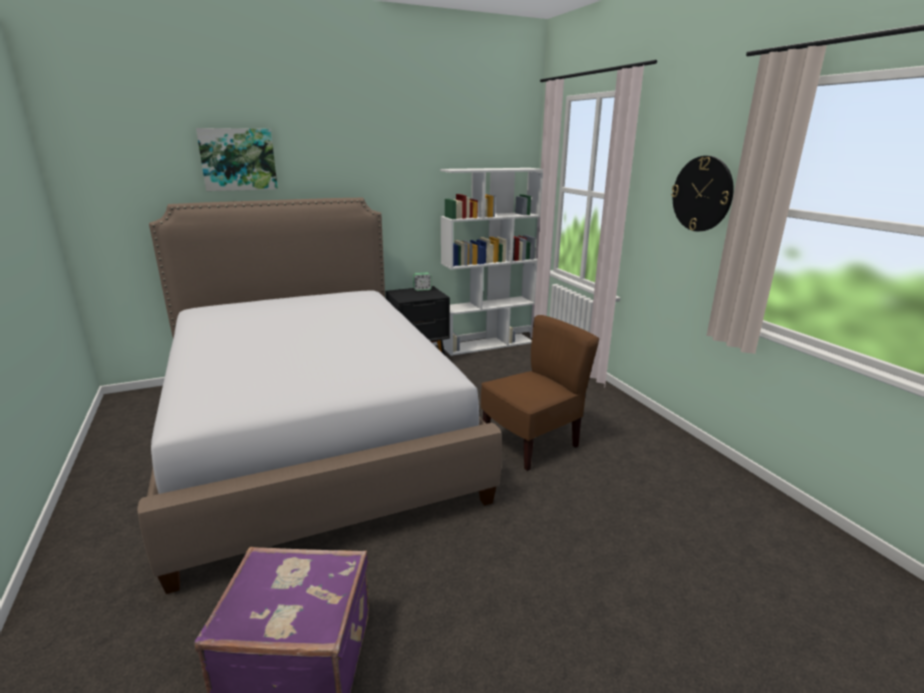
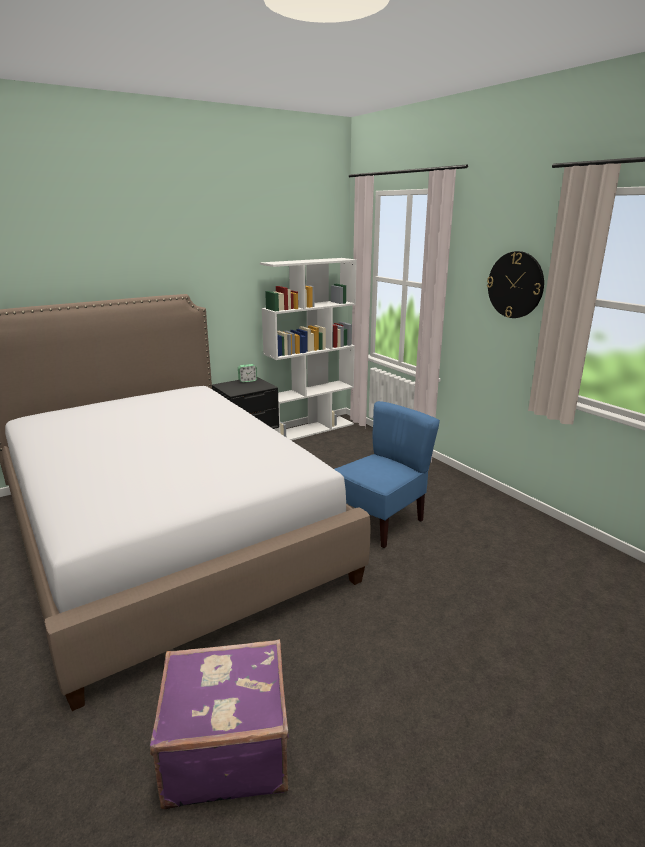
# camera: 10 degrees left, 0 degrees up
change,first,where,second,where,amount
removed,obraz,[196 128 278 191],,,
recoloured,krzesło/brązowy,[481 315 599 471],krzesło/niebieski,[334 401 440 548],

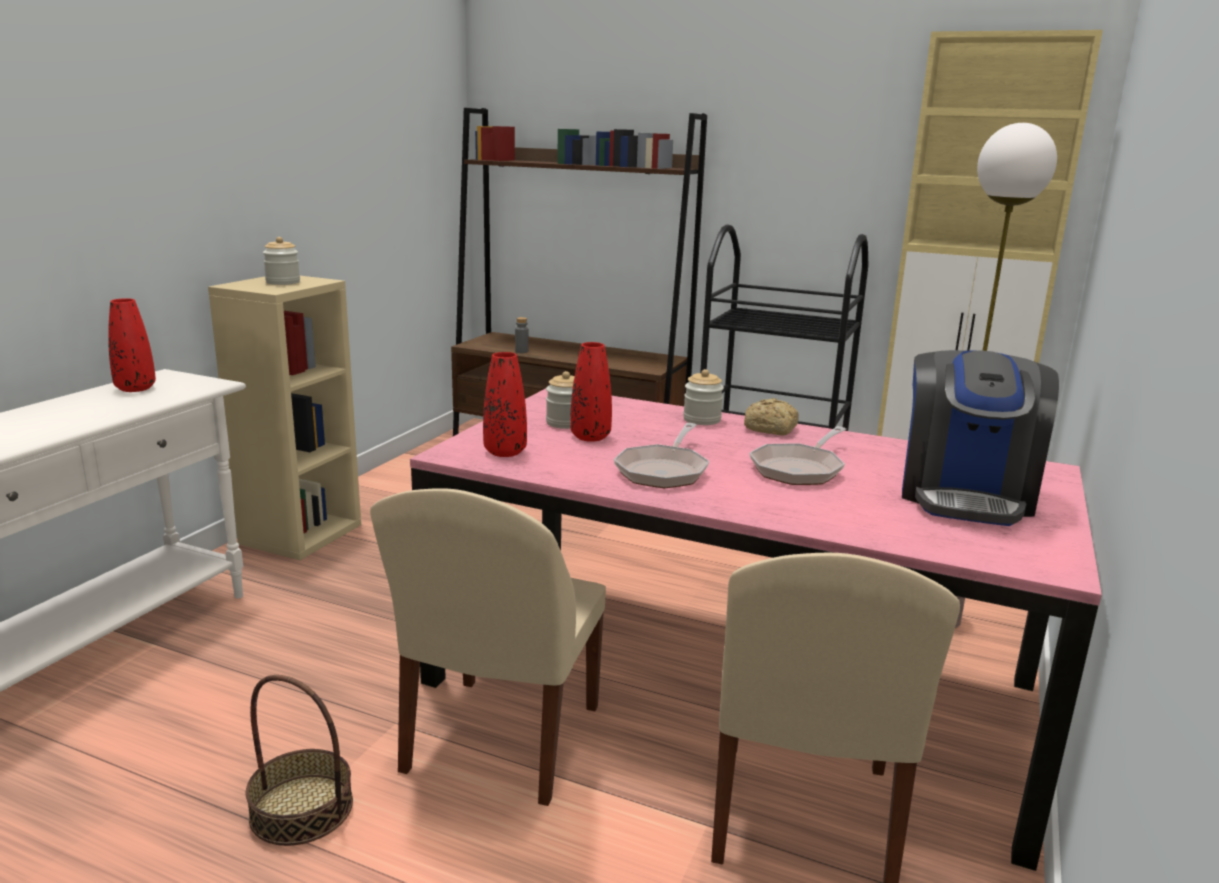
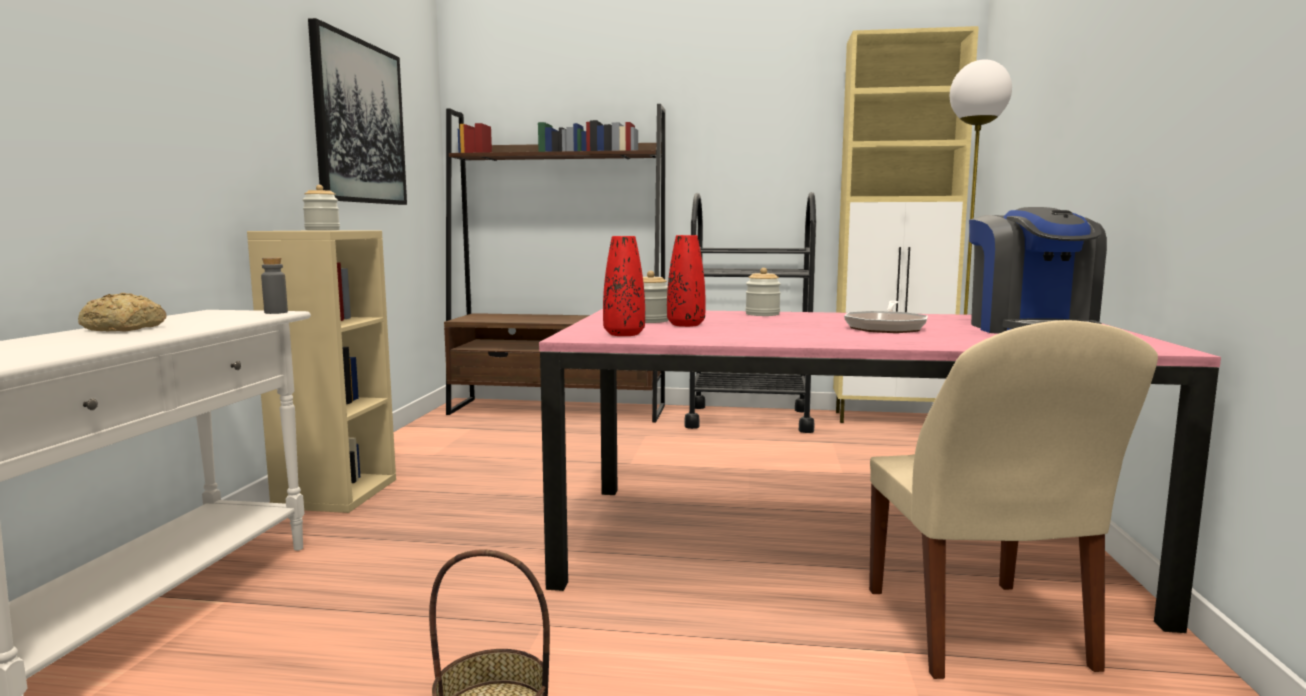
# camera: 15 degrees left, 10 degrees down
change,first,where,second,where,amount
removed,wazon/czerwony,[108 298 156 392],,,
removed,krzesło/beżowy,[370 488 606 806],,,
removed,patelnia,[614 423 709 489],,,
added,,,obraz,[308 18 407 205],
moved,butelka/szary,[515 317 528 353],,[261 257 288 314],
moved,chleb,[744 398 799 436],,[78 293 166 332],

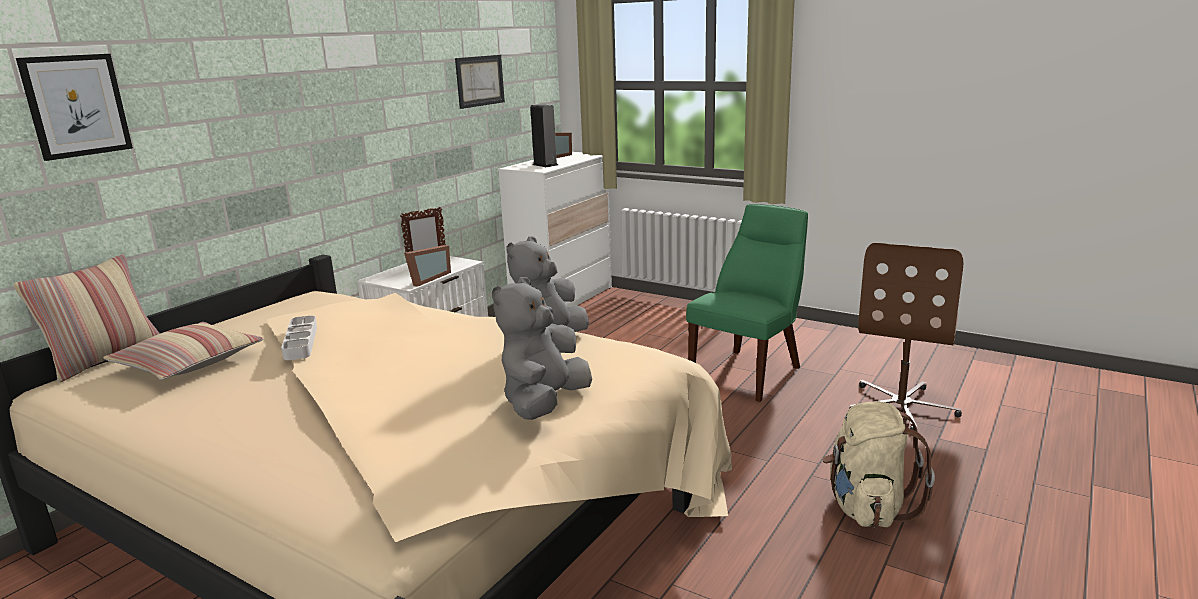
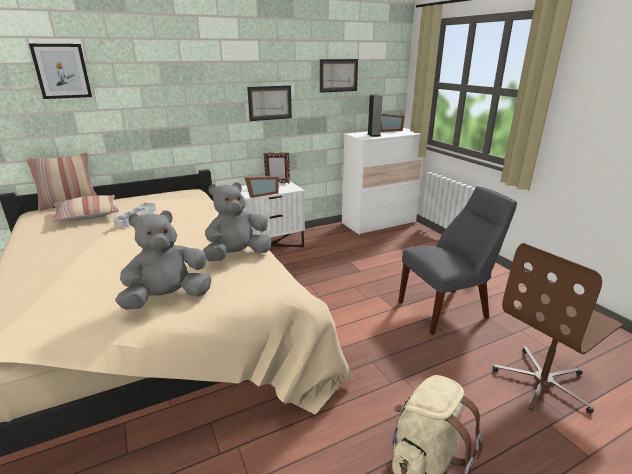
# camera: 30 degrees right, 5 degrees up
change,first,where,second,where,amount
added,,,obraz,[247 85 292 121],
recoloured,krzesło/zielony,[686 204 808 402],krzesło/szary,[398 187 517 335],

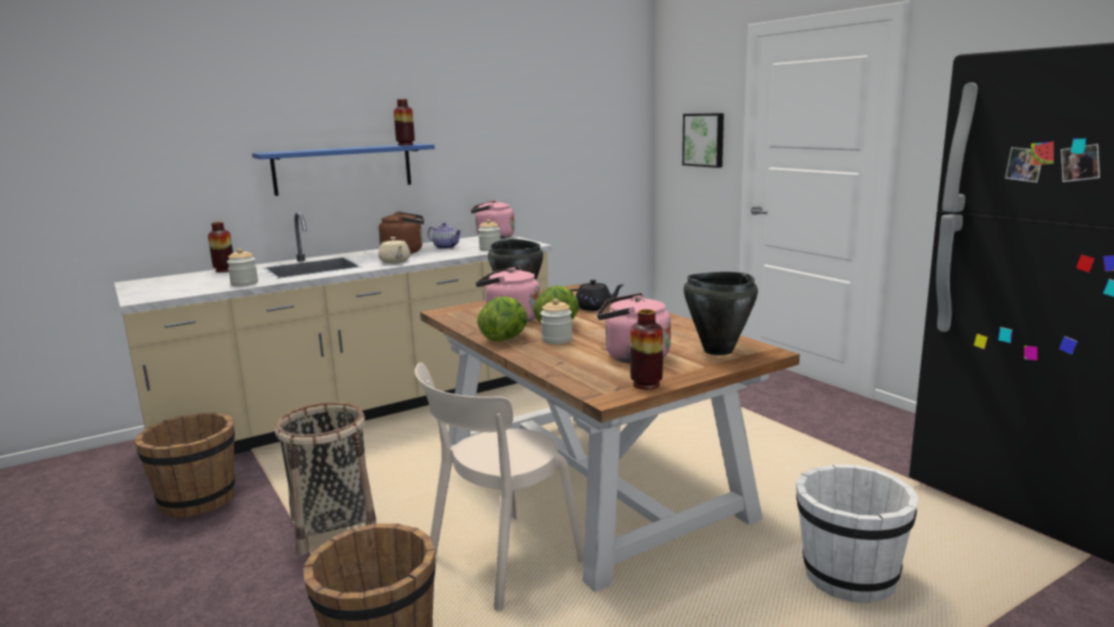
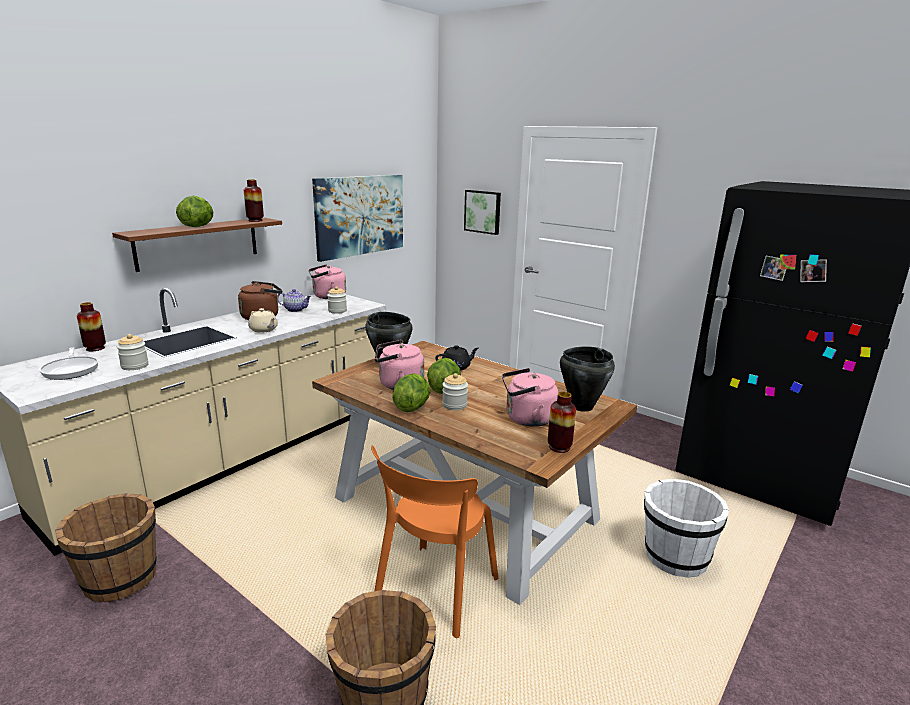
# camera: 20 degrees left, 5 degrees up
change,first,where,second,where,amount
removed,koszyk,[275 402 377 555],,,
added,,,patelnia,[39 347 98 380],
added,,,sałata,[176 196 213 227],
added,,,obraz,[312 175 403 262],
recoloured,półka/niebieski,[252 144 435 196],półka/brązowy,[112 218 282 272],
recoloured,krzesło/beżowy,[415 362 584 611],krzesło/pomarańczowy,[371 445 498 638],

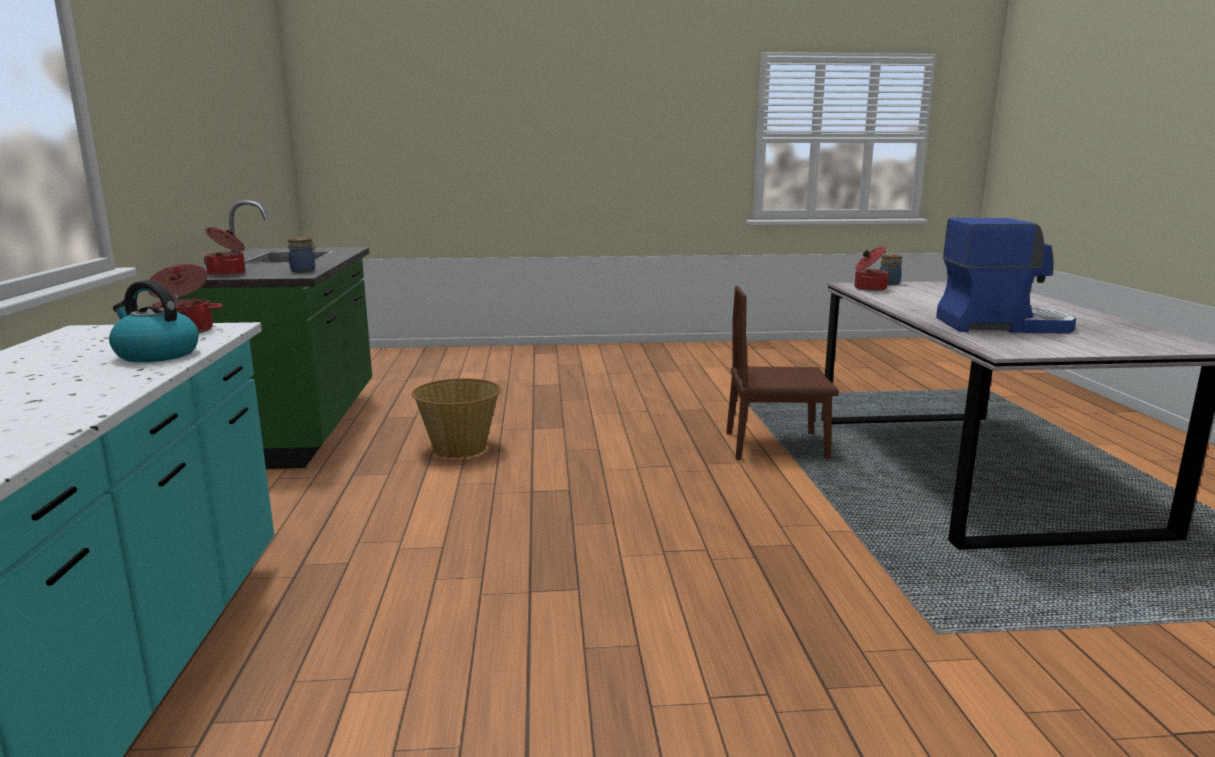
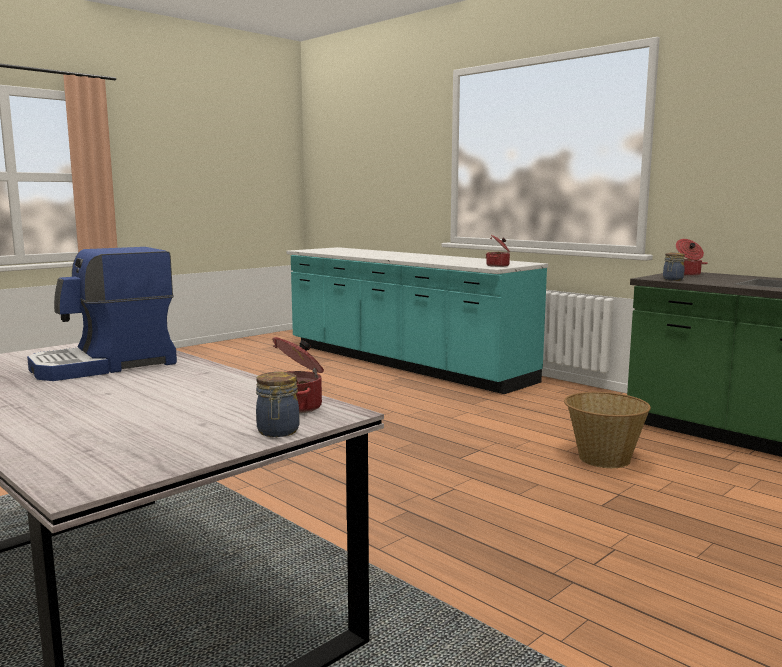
# camera: 140 degrees right, 5 degrees down
change,first,where,second,where,amount
removed,czajnik,[109 280 199 362],,,
removed,krzesło/brązowy,[726 286 839 460],,,

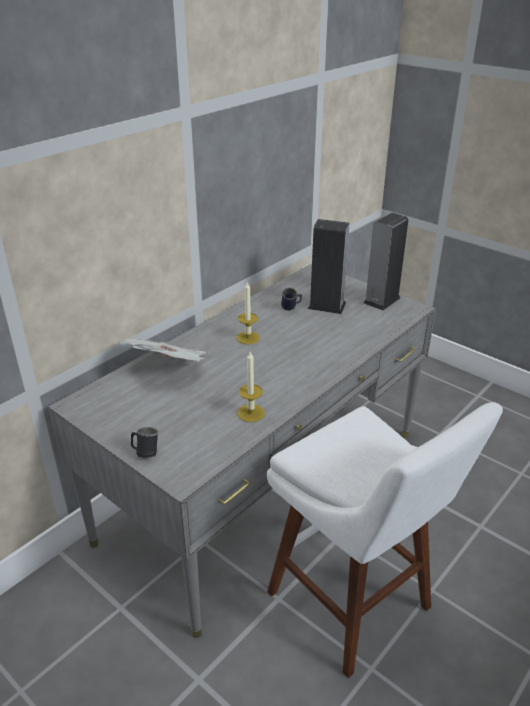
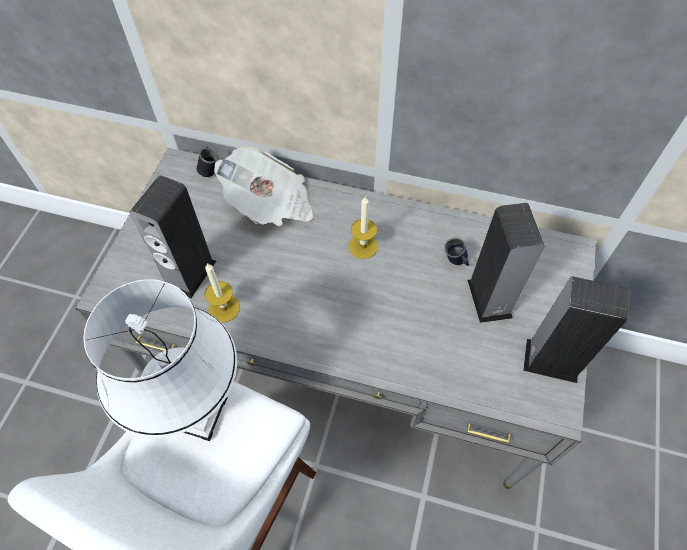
# camera: 65 degrees right, 25 degrees up
change,first,where,second,where,amount
added,,,lampa stołowa/biały,[83 279 237 441],
added,,,głośnik,[130 175 216 298],
moved,kubek/czarny,[131 427 158 458],,[197 147 219 177],

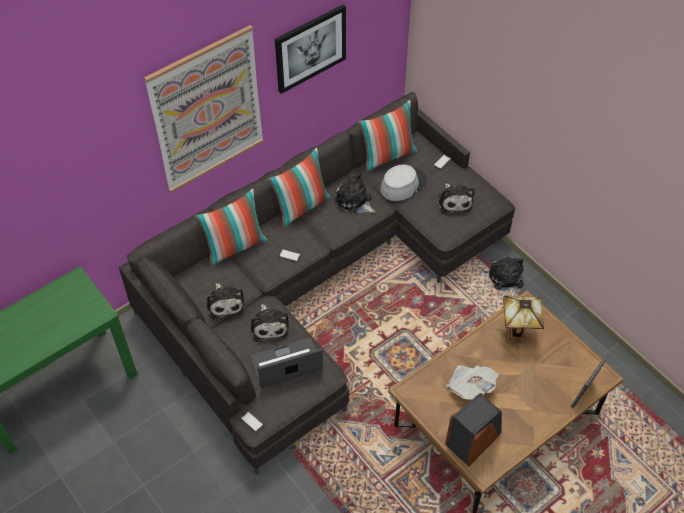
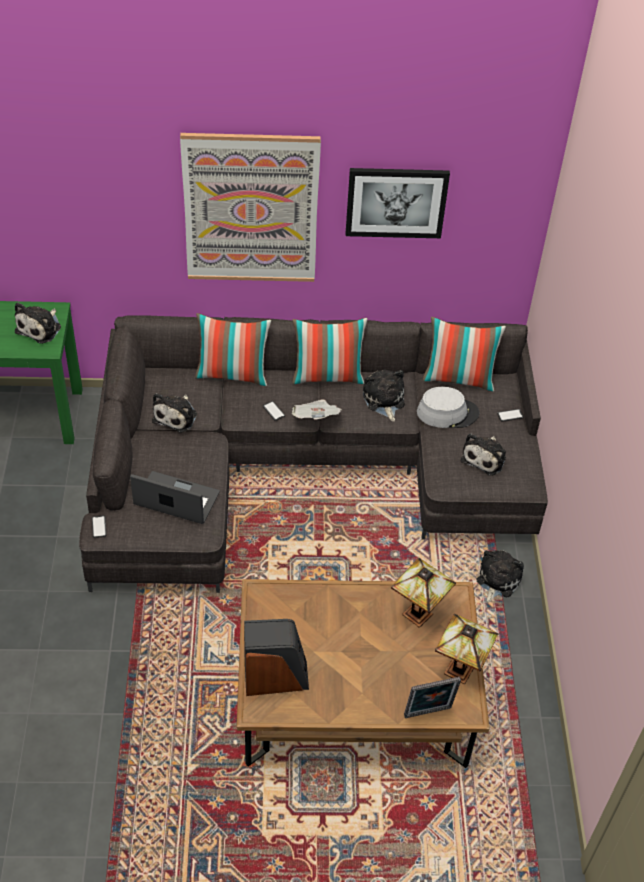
# camera: 35 degrees right, 5 degrees down
change,first,where,second,where,amount
added,,,lampa stołowa,[435 614 498 684],
moved,pluszak,[251 304 289 342],,[15 303 61 344],
moved,gazeta,[446 365 498 400],,[292 400 342 420],

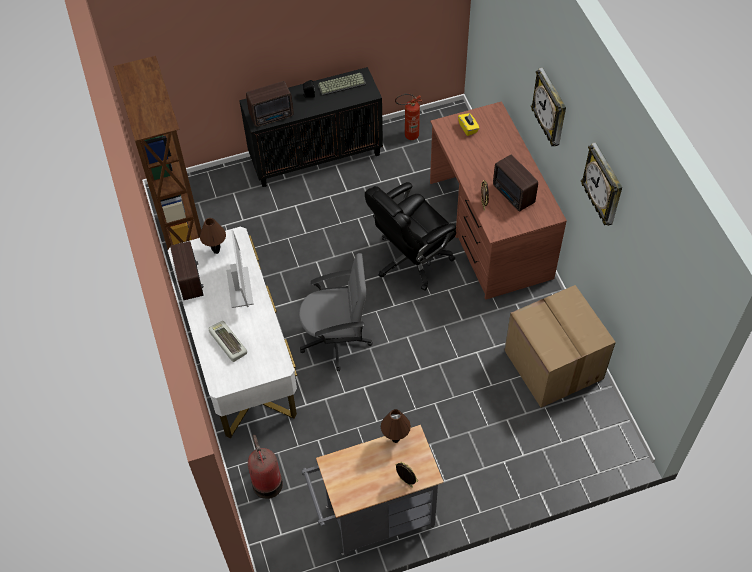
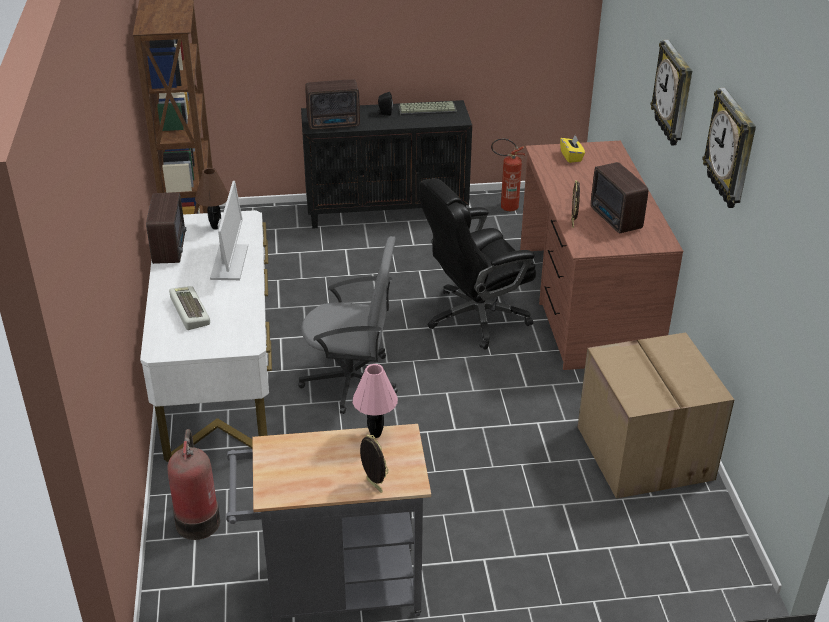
# camera: 10 degrees right, 20 degrees down
change,first,where,second,where,amount
recoloured,lampa stołowa/brązowy,[381 409 411 443],lampa stołowa/różowy,[352 364 398 438],

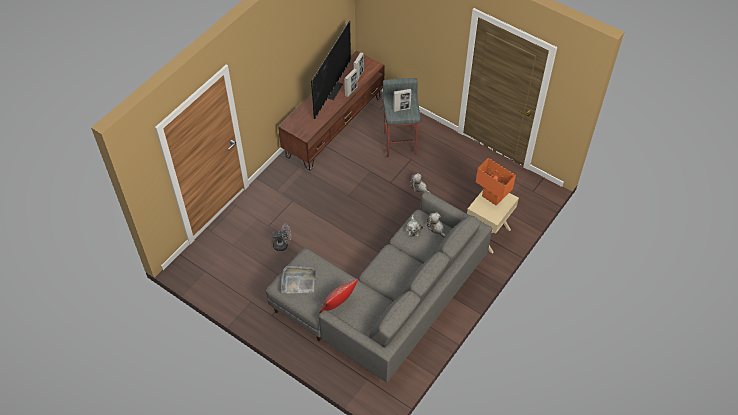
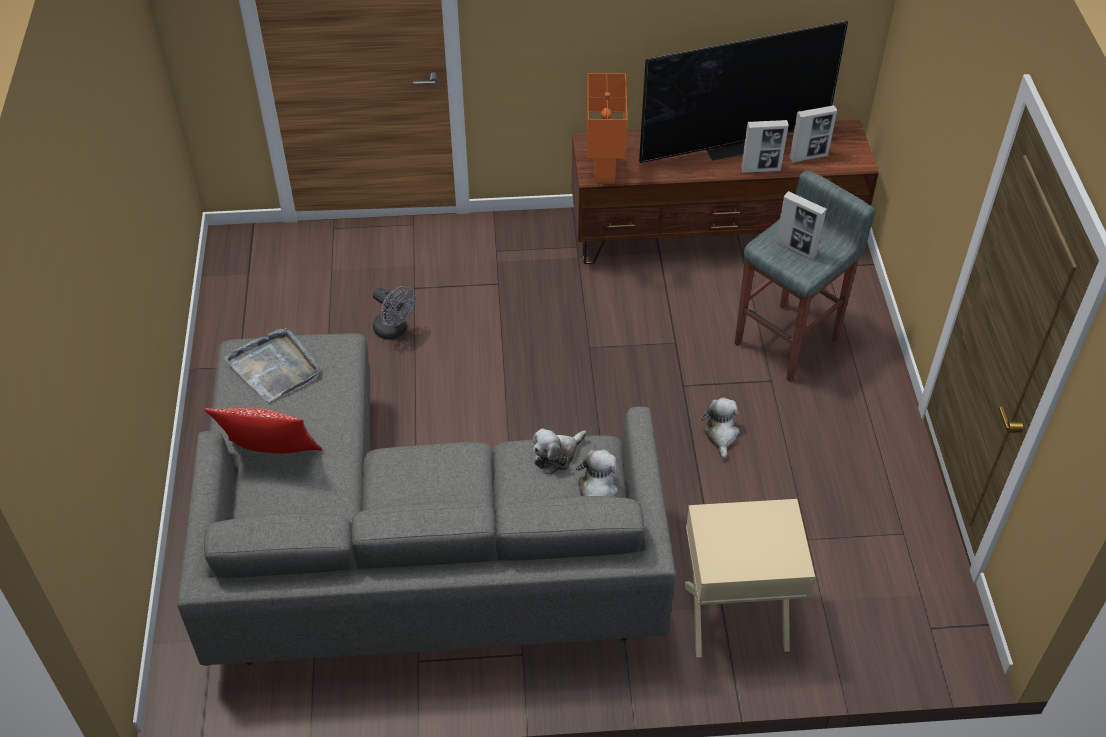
# camera: 50 degrees right, 5 degrees down
change,first,where,second,where,amount
moved,lampa stołowa/pomarańczowy,[476 158 516 206],,[587 73 627 183],

